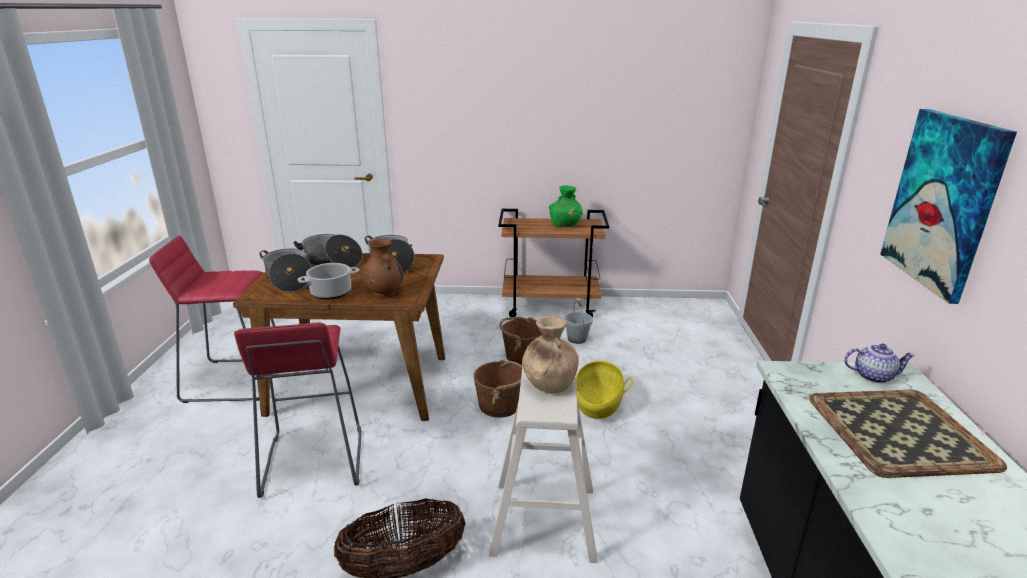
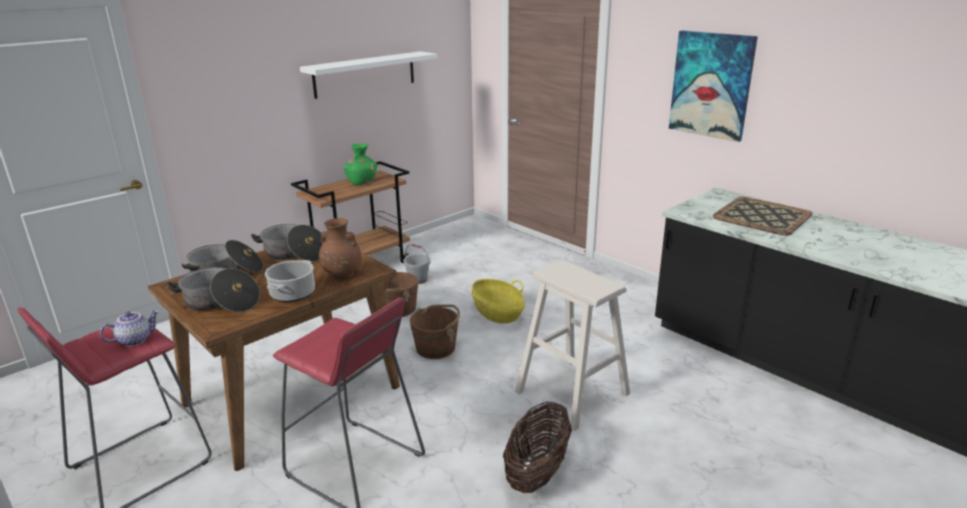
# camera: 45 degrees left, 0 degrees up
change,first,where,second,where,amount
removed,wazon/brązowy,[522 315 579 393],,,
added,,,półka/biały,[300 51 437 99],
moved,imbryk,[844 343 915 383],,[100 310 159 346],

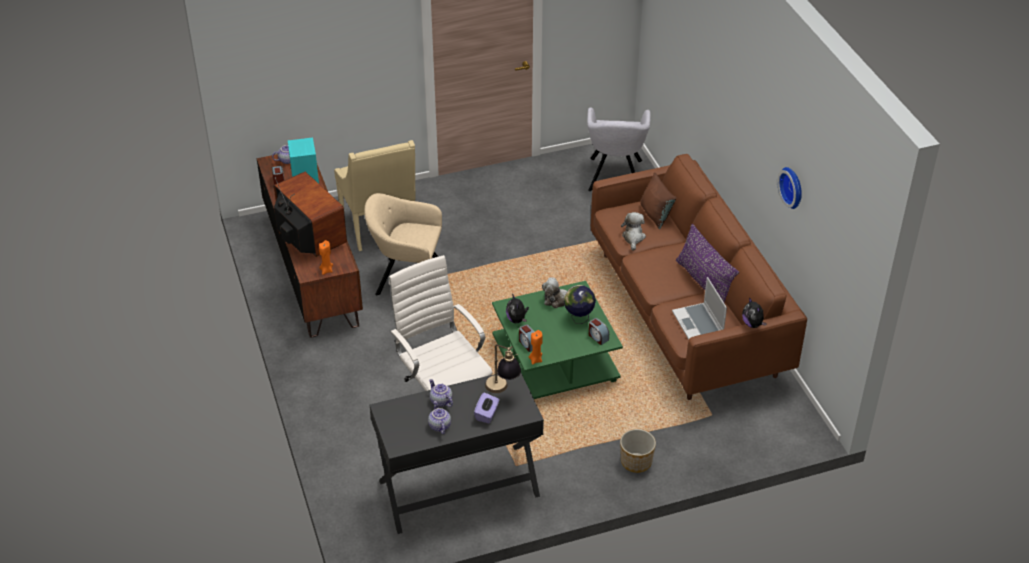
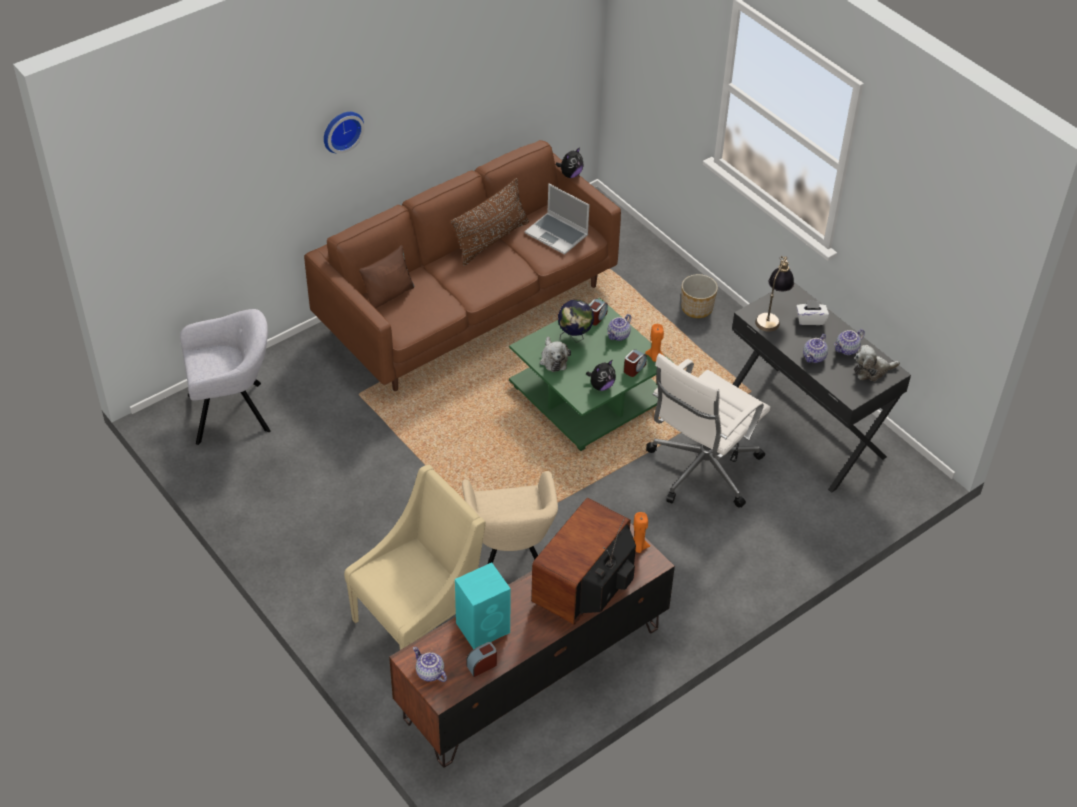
# camera: 110 degrees left, 5 degrees up
change,first,where,second,where,amount
added,,,imbryk,[607 314 631 341],
moved,pluszak,[621 212 646 250],,[854 345 900 381],
moved,zegar ścienny,[777 167 802 209],,[324 112 365 154],
recoloured,pudełko chusteczek/fioletowy,[474 392 500 423],pudełko chusteczek/biały,[796 300 829 325],
recoloured,poduszka/fioletowy,[676 224 739 302],poduszka/brązowy,[451 178 529 266],
turned,laptop,[672 277 727 339],,[525 184 589 255],75 degrees clockwise

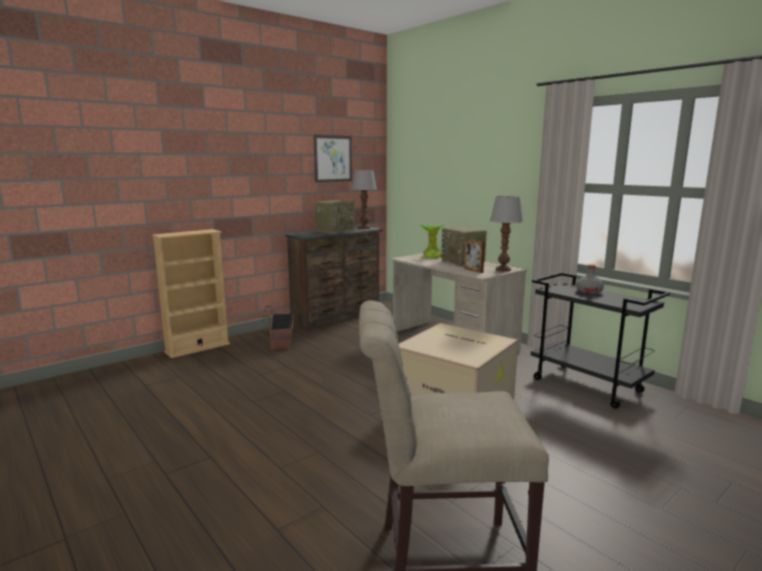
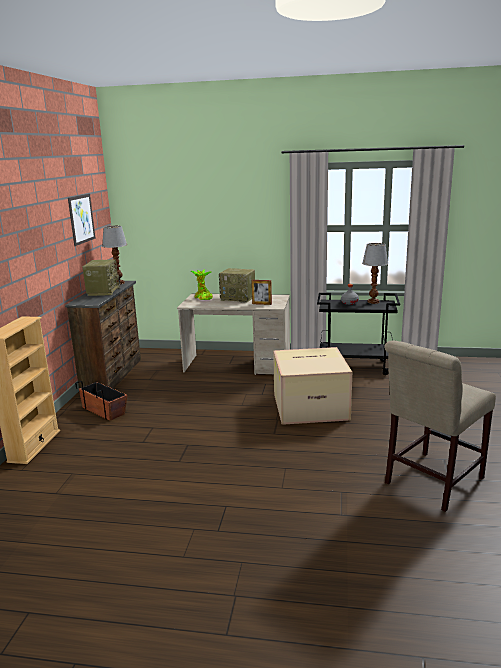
# camera: 40 degrees left, 5 degrees up
change,first,where,second,where,amount
moved,lampa stołowa,[490 196 523 272],,[362 243 388 304],

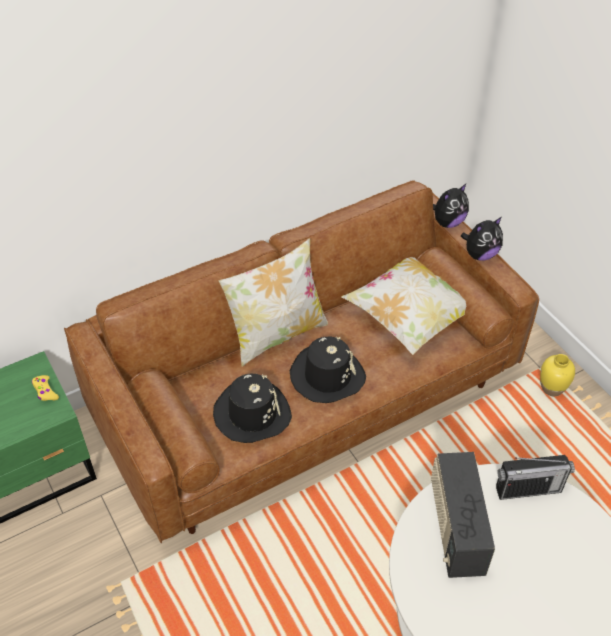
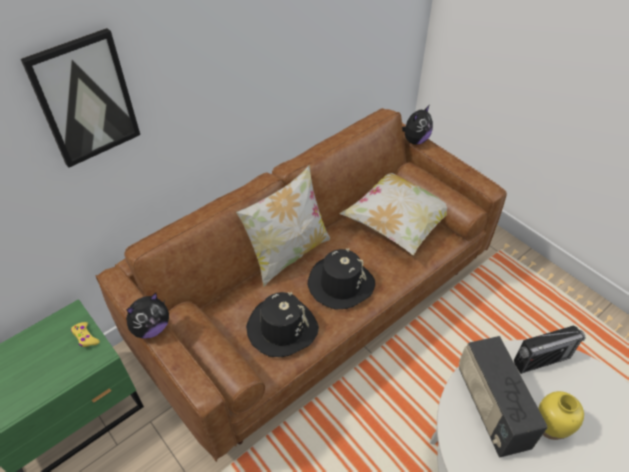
# camera: 10 degrees left, 0 degrees up
change,first,where,second,where,amount
added,,,obraz,[21 28 140 168],
moved,pluszak,[461 217 503 261],,[126 293 169 339],
moved,wazon/żółty,[540 354 575 396],,[538 391 584 440],

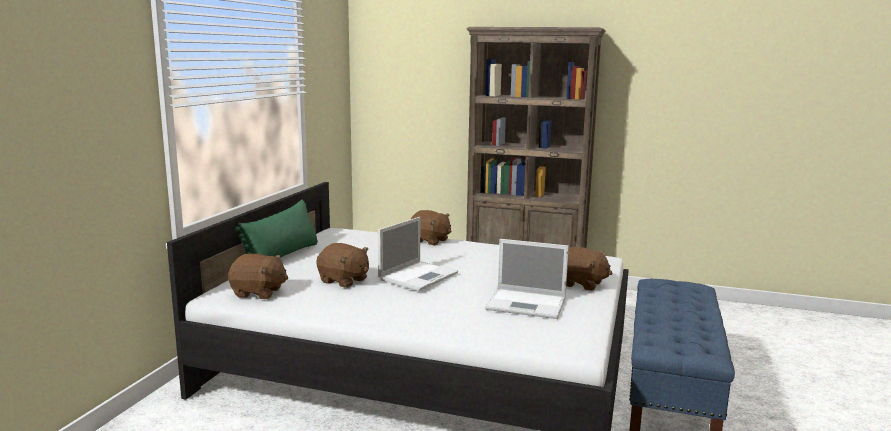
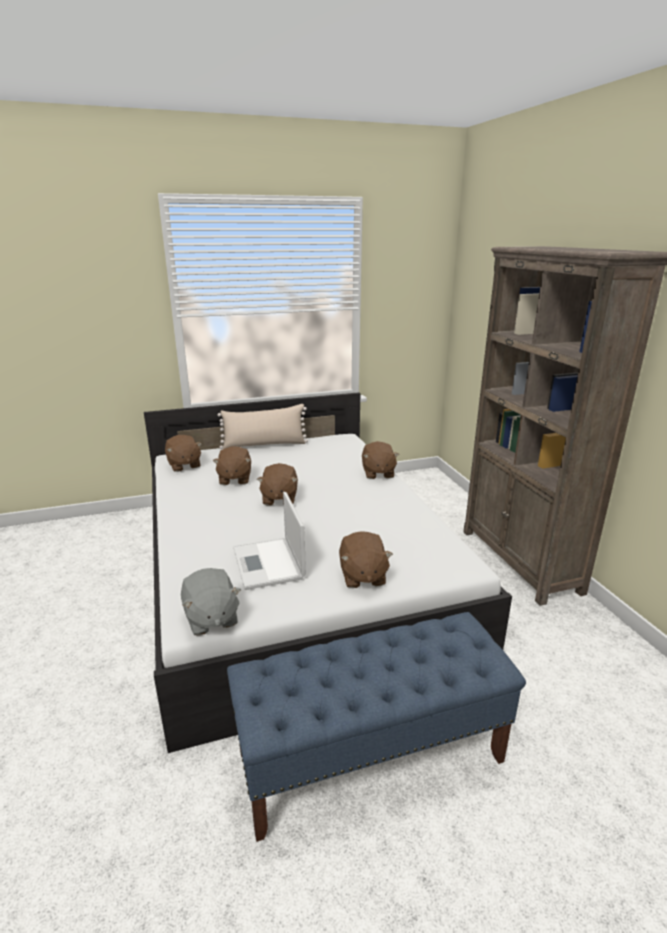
# camera: 55 degrees right, 10 degrees up
change,first,where,second,where,amount
added,,,pluszak/szary,[181 568 241 636],
replaced,laptop,[378 217 458 291],pluszak/brązowy,[257 463 298 505],
recoloured,poduszka/zielony,[235 200 318 258],poduszka/beżowy,[218 404 308 449],

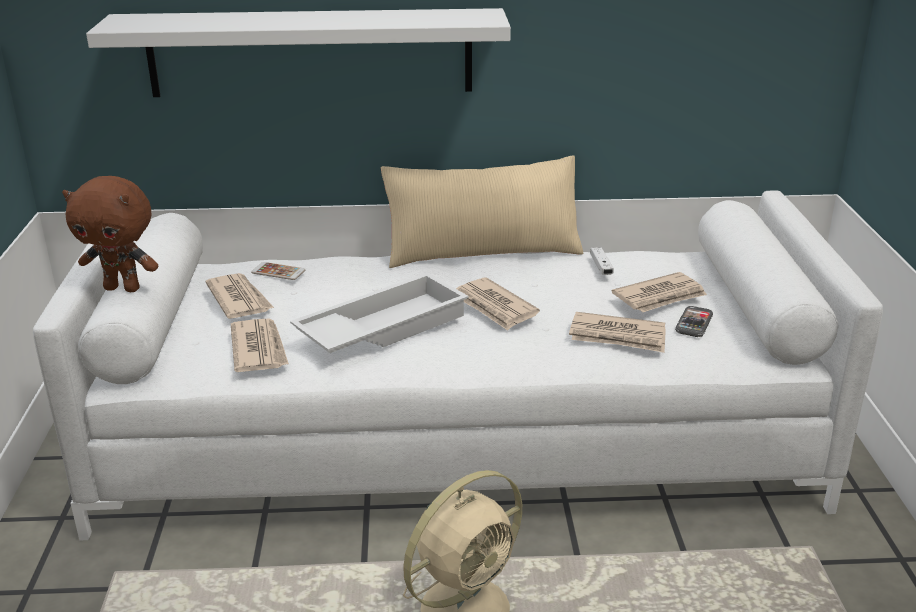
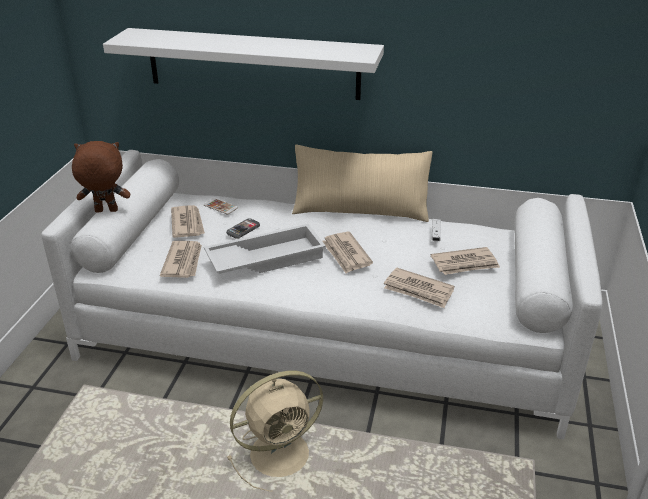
# camera: 15 degrees right, 5 degrees up
change,first,where,second,where,amount
moved,telefon,[675 306 713 337],,[226 219 260 239],
turned,pluszak/brązowy,[62 176 158 292],,[72 141 130 212],150 degrees clockwise

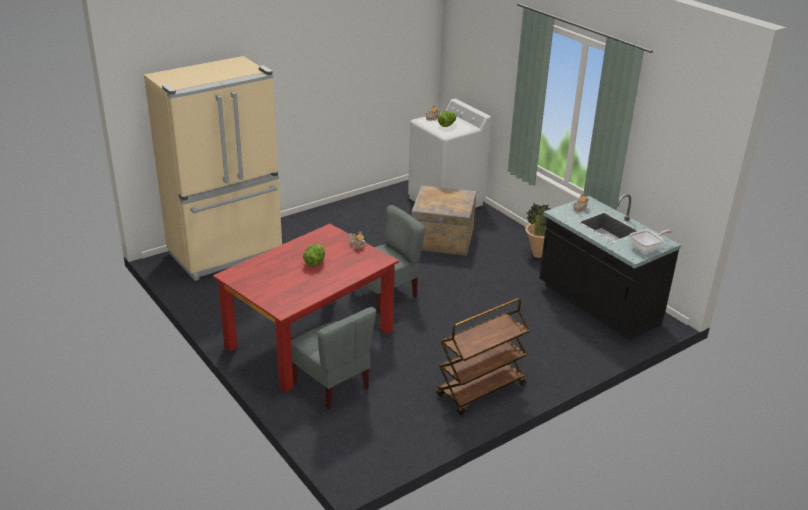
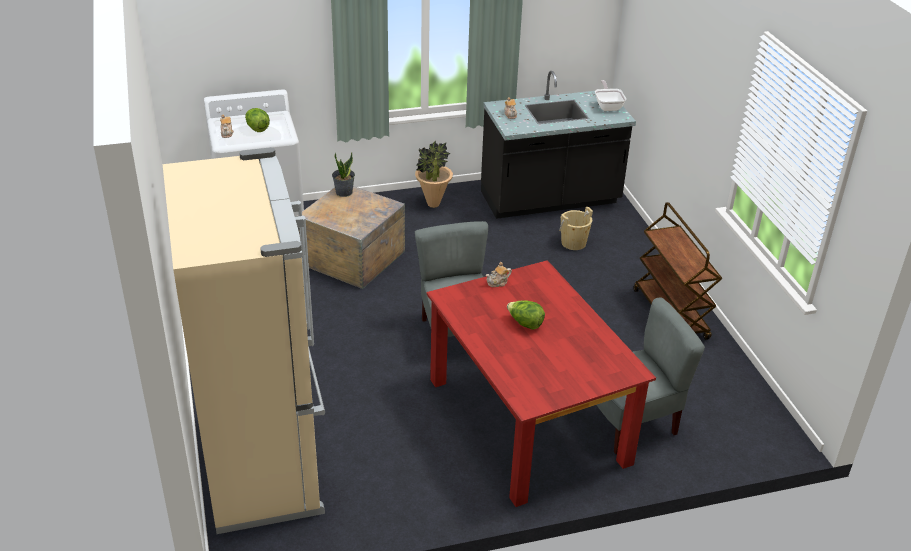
# camera: 70 degrees left, 5 degrees up
change,first,where,second,where,amount
added,,,roślina doniczkowa,[332 152 355 197],
added,,,wiadro/beżowy,[559 207 593 250],

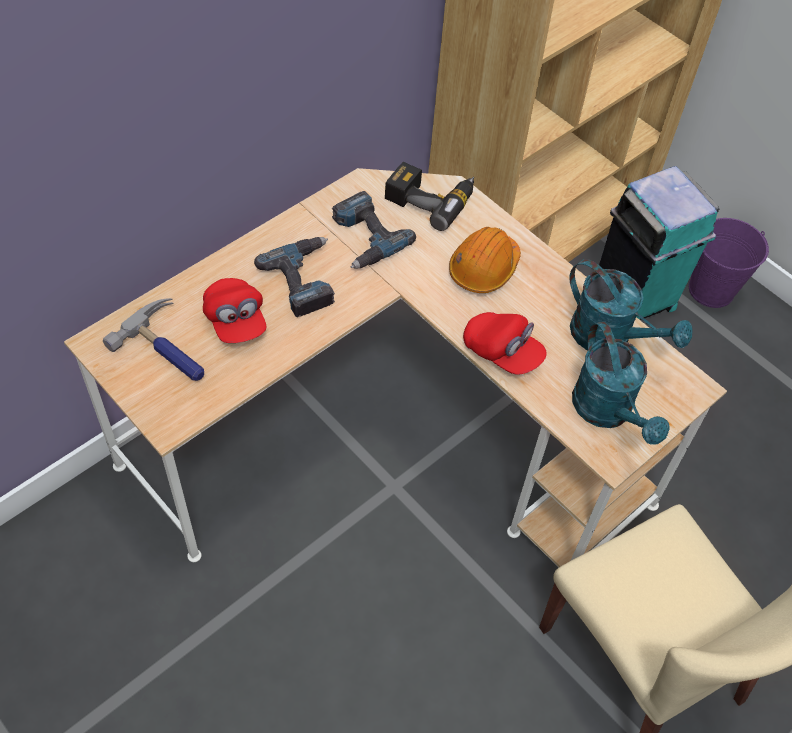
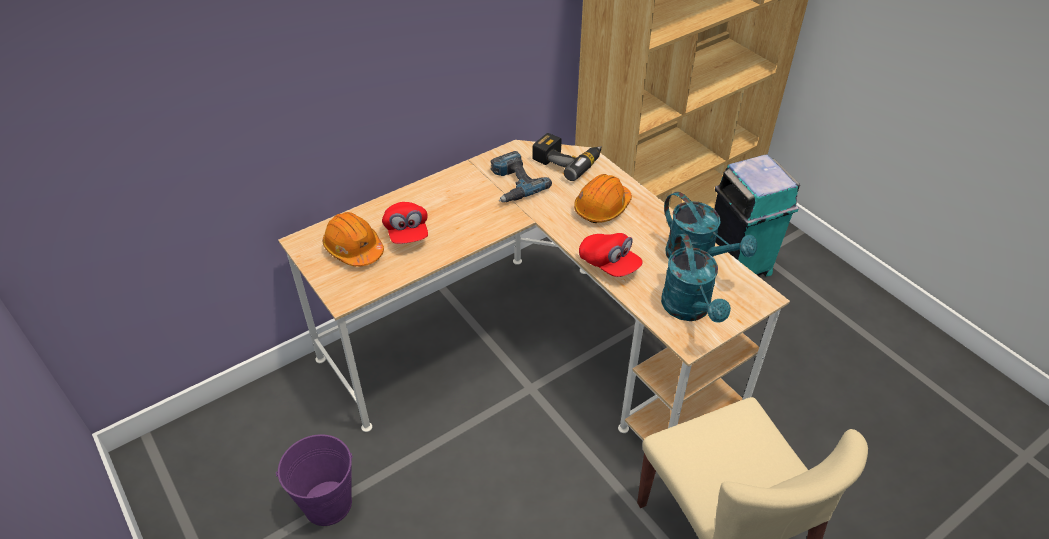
# camera: 10 degrees right, 10 degrees down
change,first,where,second,where,amount
removed,wiertarka,[254 237 335 317],,,
moved,wiadro/fioletowy,[689 218 769 308],,[276 434 353 526],
replaced,młotek,[103 298 204 381],kask/pomarańczowy,[323 212 384 267],

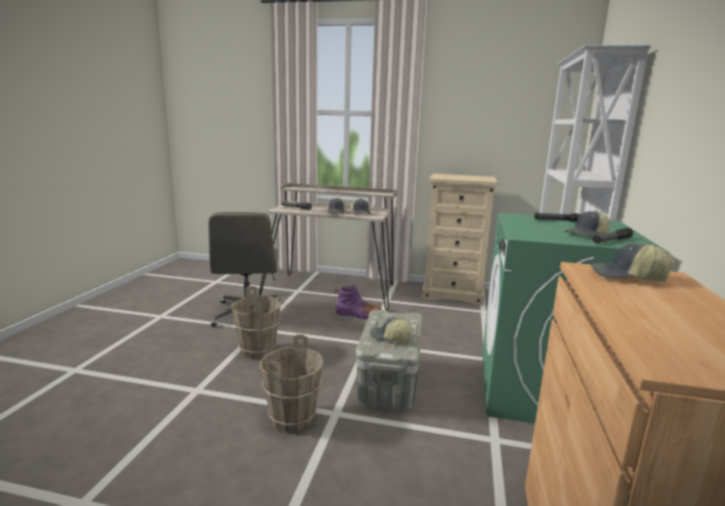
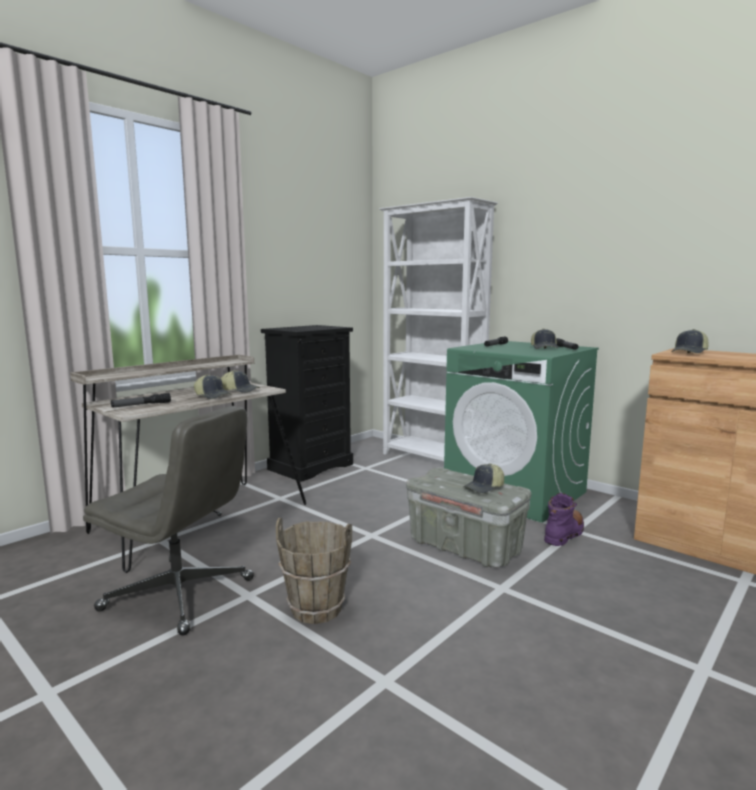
# camera: 60 degrees left, 5 degrees down
change,first,where,second,where,amount
removed,wiadro/brązowy,[260 334 324 432],,,
moved,but z cholewką/fioletowy,[335 285 382 319],,[544 493 584 546],
recoloured,komoda/beżowy,[422 174 498 306],komoda/czarny,[261 325 353 482],

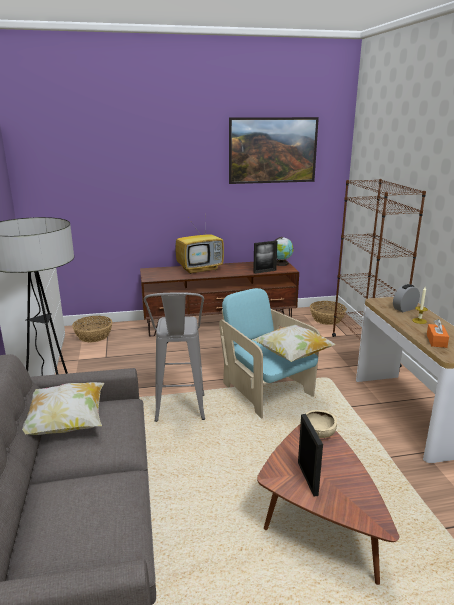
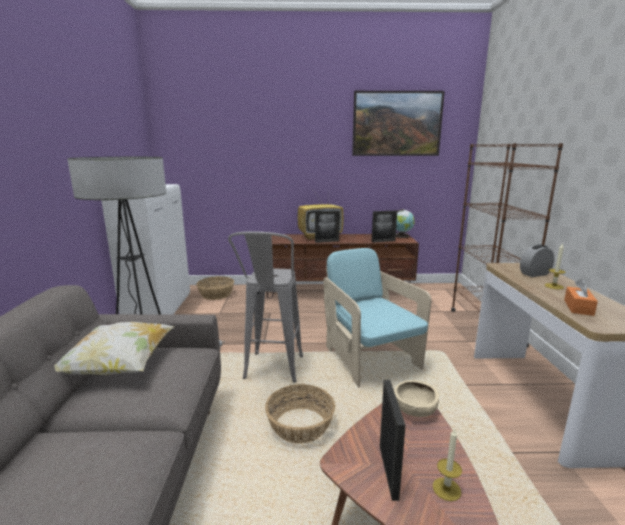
# camera: 10 degrees right, 5 degrees down
change,first,where,second,where,amount
removed,poduszka,[252 325 336 362],,,
added,,,ramka na zdjęcie,[315 211 340 243],
added,,,świeca,[433 428 462 501],
moved,koszyk,[310 301 347 325],,[265 384 335 444],

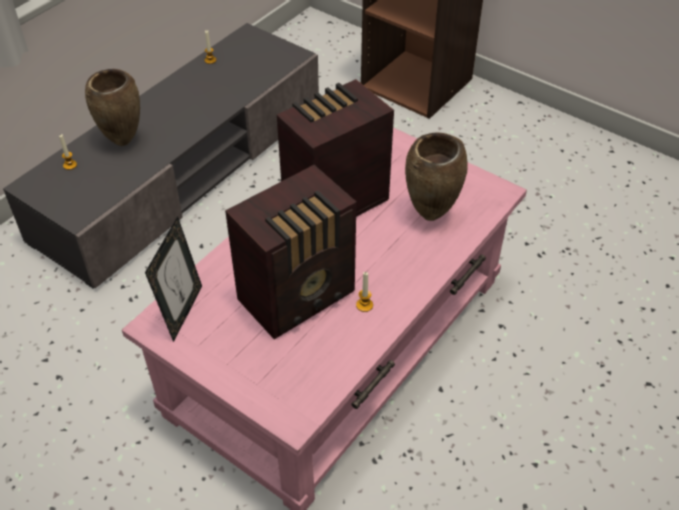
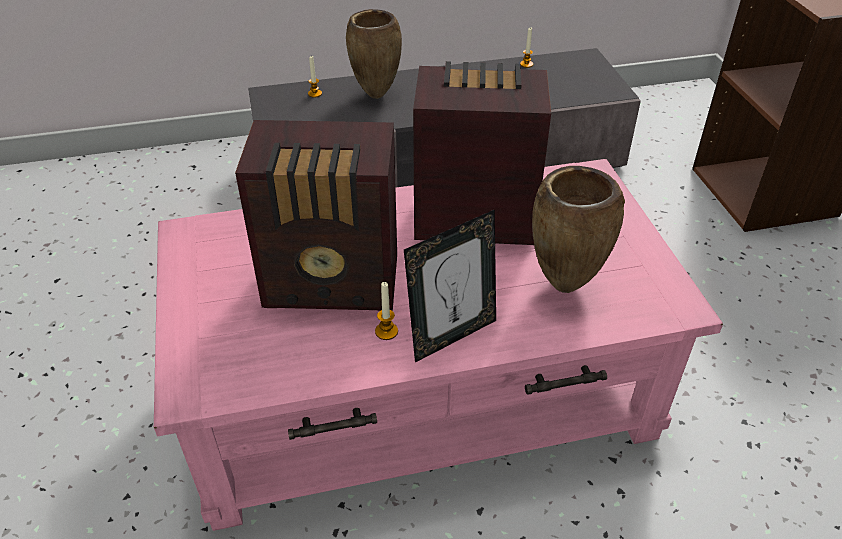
# camera: 40 degrees right, 5 degrees down
change,first,where,second,where,amount
moved,ramka na zdjęcie,[145 216 202 342],,[404 210 496 363],

